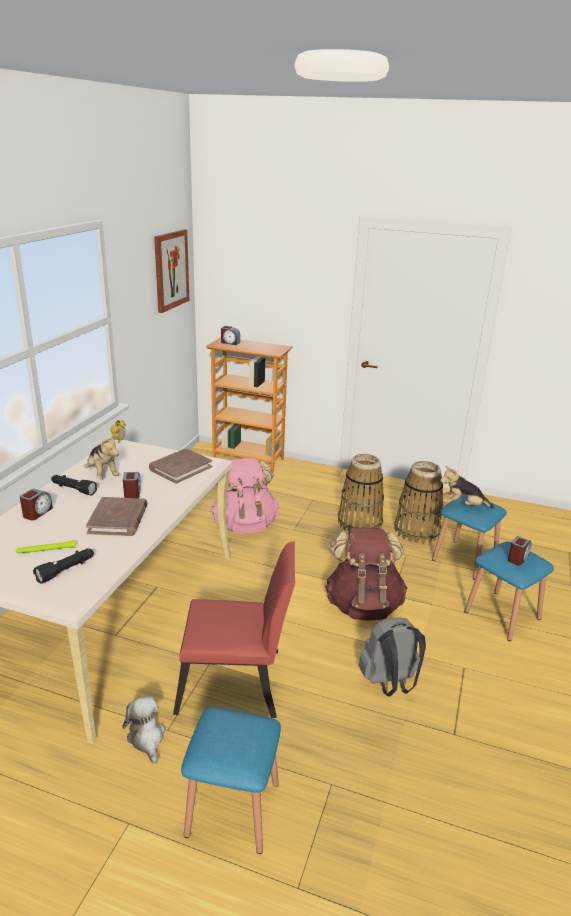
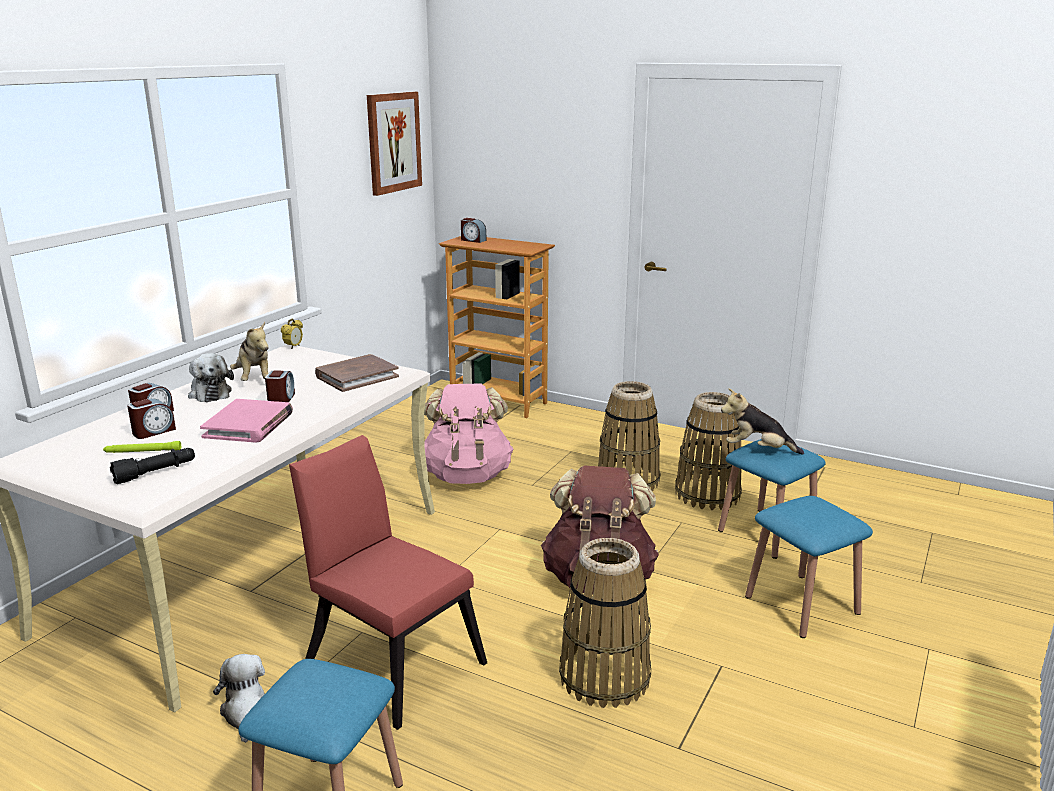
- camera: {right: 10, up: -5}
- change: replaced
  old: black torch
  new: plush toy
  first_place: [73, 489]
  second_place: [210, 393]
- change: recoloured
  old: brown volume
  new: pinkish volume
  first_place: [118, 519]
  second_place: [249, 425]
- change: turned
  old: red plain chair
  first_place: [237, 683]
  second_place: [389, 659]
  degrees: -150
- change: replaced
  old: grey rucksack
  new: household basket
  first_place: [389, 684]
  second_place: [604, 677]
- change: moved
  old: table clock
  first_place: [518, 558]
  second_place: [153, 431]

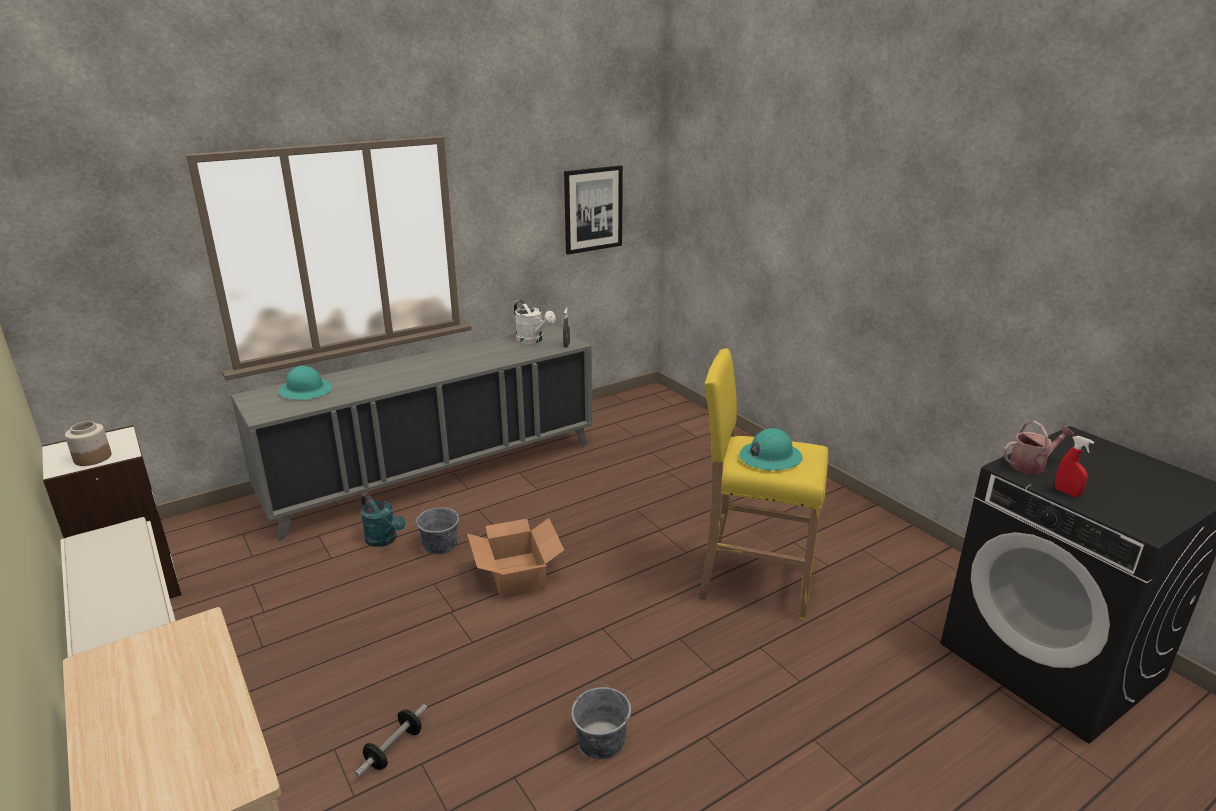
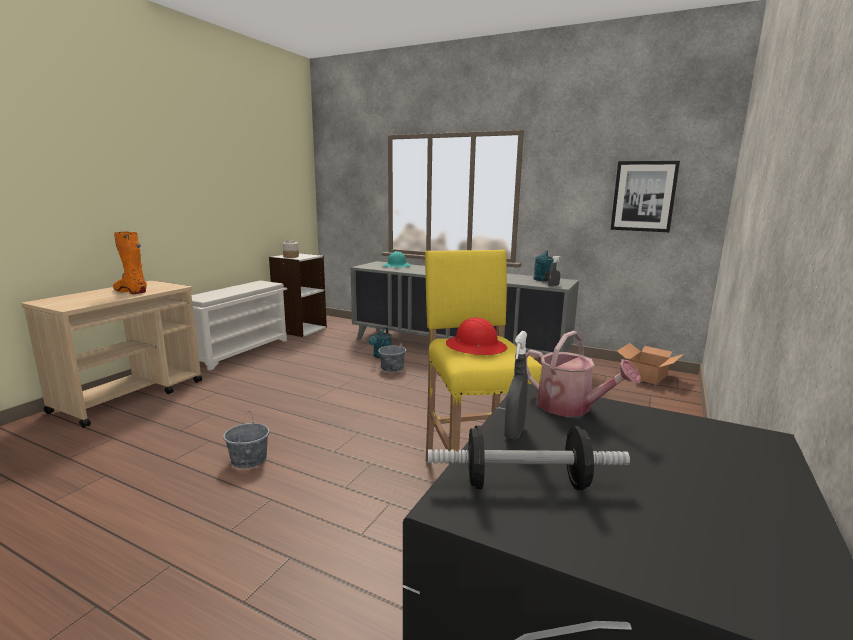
- camera: {right: 60, up: -10}
- change: moved
  old: dumbbell
  first_place: [394, 749]
  second_place: [525, 484]
- change: moved
  old: cardboard box
  first_place: [517, 573]
  second_place: [647, 375]
- change: recoloured
  old: whitish watering pot
  new: turquoise-coloured watering pot
  first_place: [533, 340]
  second_place: [543, 280]
- change: recoloured
  old: turquoise-coloured work helmet
  new: red work helmet
  first_place: [770, 457]
  second_place: [476, 347]
- change: recoloured
  old: red spray bottle
  new: grey spray bottle
  first_place: [1066, 492]
  second_place: [514, 432]
- change: added
  new: orangey boot
  second_place: [130, 291]

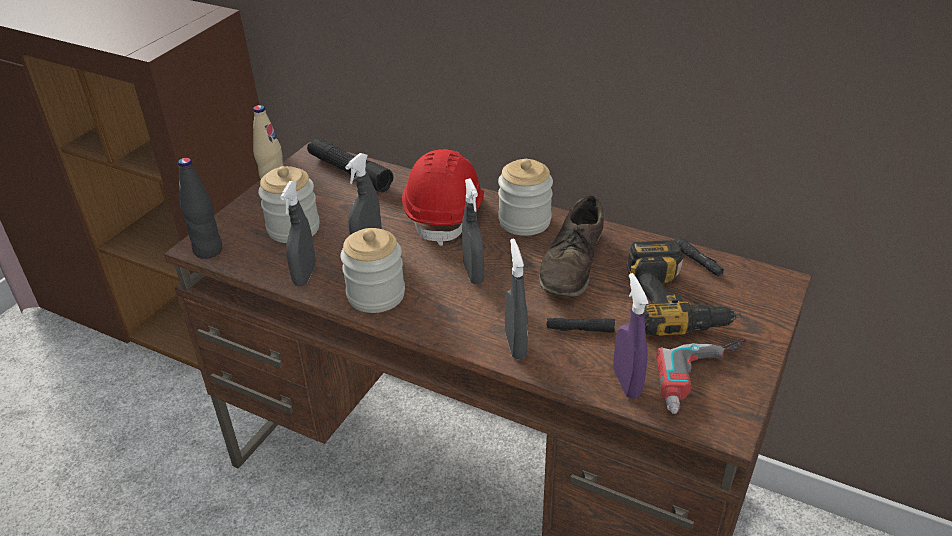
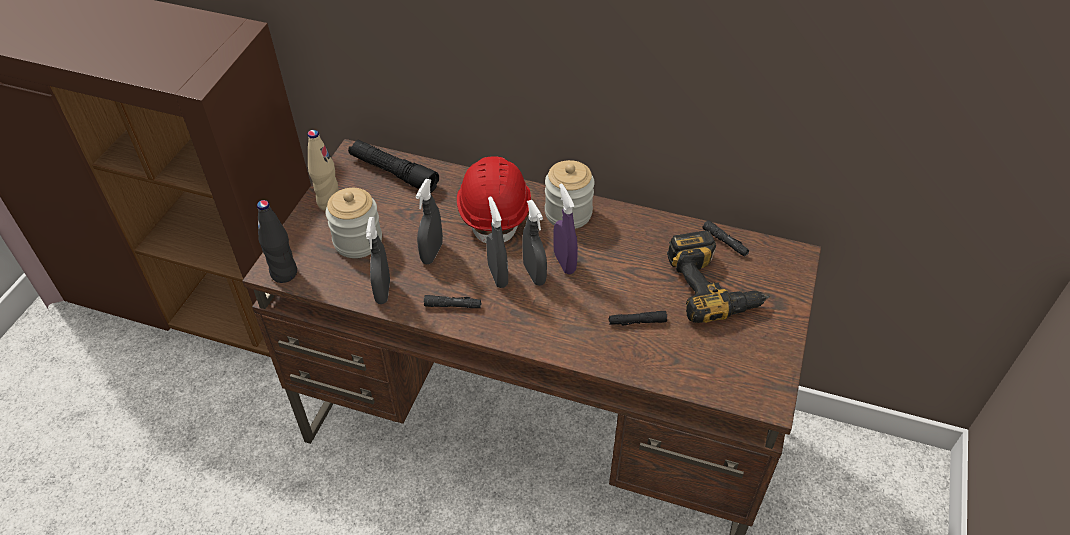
- camera: {right: -10, up: 10}
- change: replaced
  old: jar
  new: black torch
  first_place: [376, 295]
  second_place: [453, 305]
- change: moved
  old: grey spray bottle
  first_place: [515, 345]
  second_place: [498, 276]
- change: removed
  old: brown item of footwear
  first_place: [572, 263]
- change: moved
  old: purplish spray bottle
  first_place: [626, 383]
  second_place: [564, 262]
- change: removed
  old: power drill
  first_place: [706, 381]

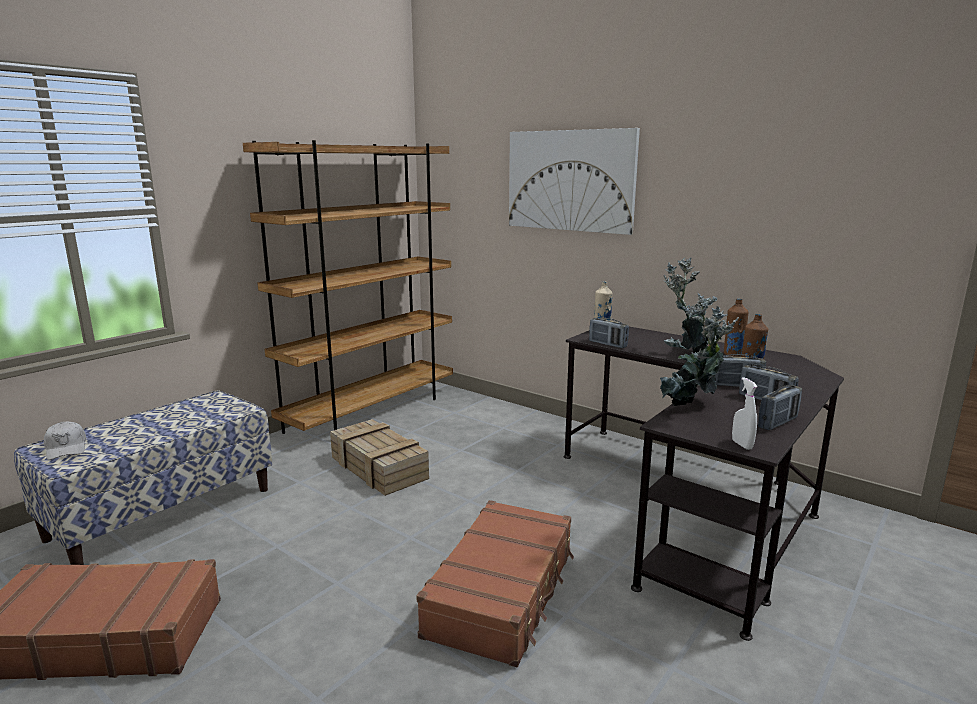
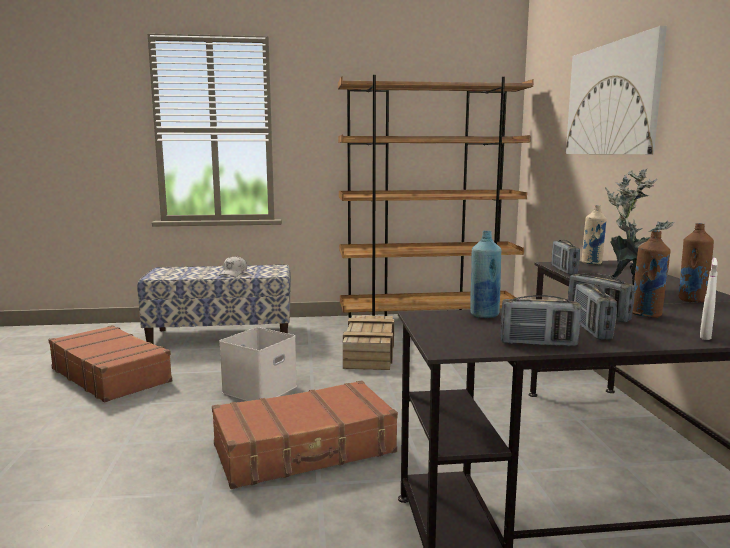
- camera: {right: 45, up: -5}
- change: moved
  old: whitish baseball cap
  first_place: [66, 448]
  second_place: [233, 273]
- change: replaced
  old: potted plant
  new: blue bottle
  first_place: [690, 408]
  second_place: [484, 315]
- change: moved
  old: whitish spray bottle
  first_place: [742, 445]
  second_place: [705, 336]
- change: added
  new: whitish storage box
  second_place: [259, 389]

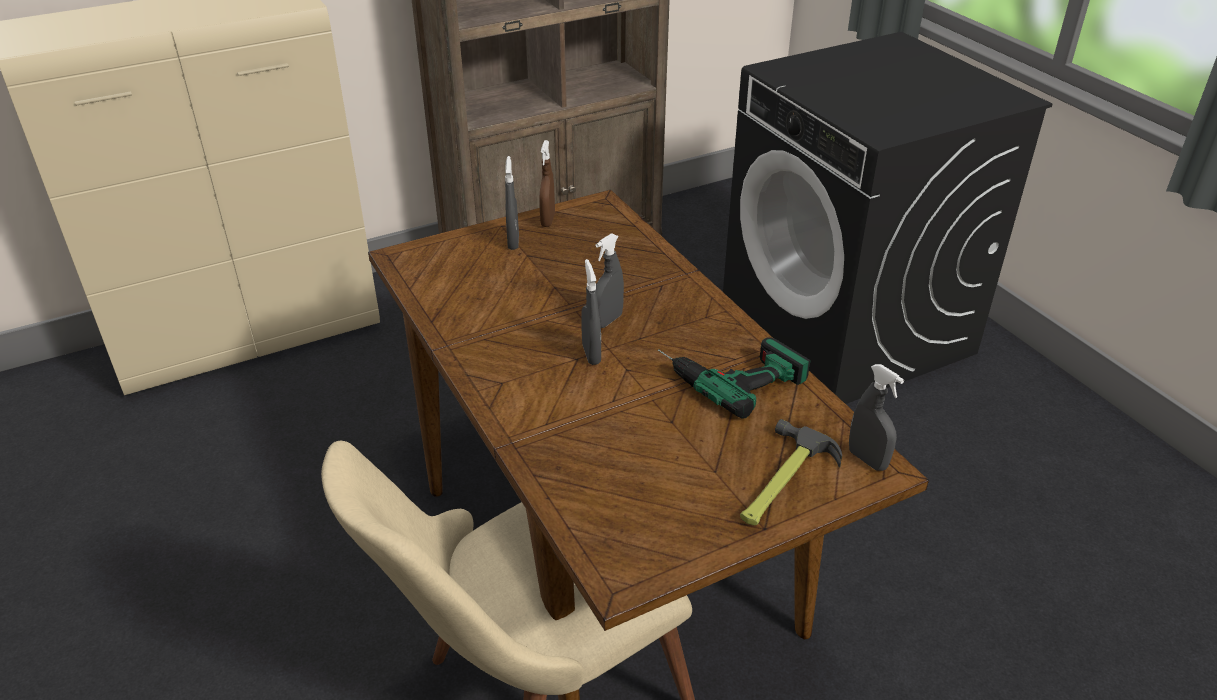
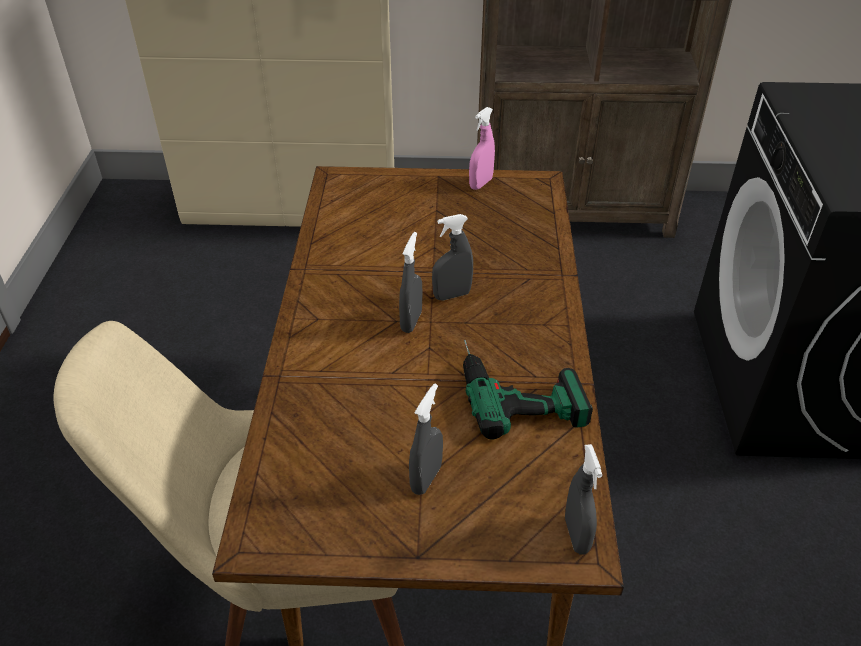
- camera: {right: 30, up: 5}
- change: moved
  old: grey spray bottle
  first_place: [513, 242]
  second_place: [426, 478]
- change: recoloured
  old: brown spray bottle
  new: pinkish spray bottle
  first_place: [548, 220]
  second_place: [481, 183]
- change: removed
  old: tool hammer
  first_place: [781, 482]

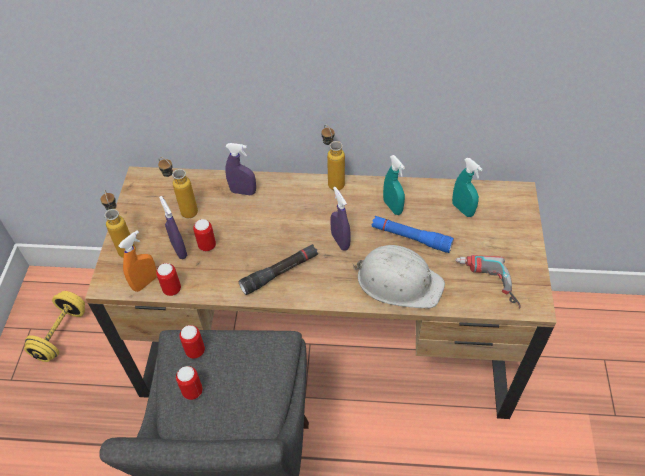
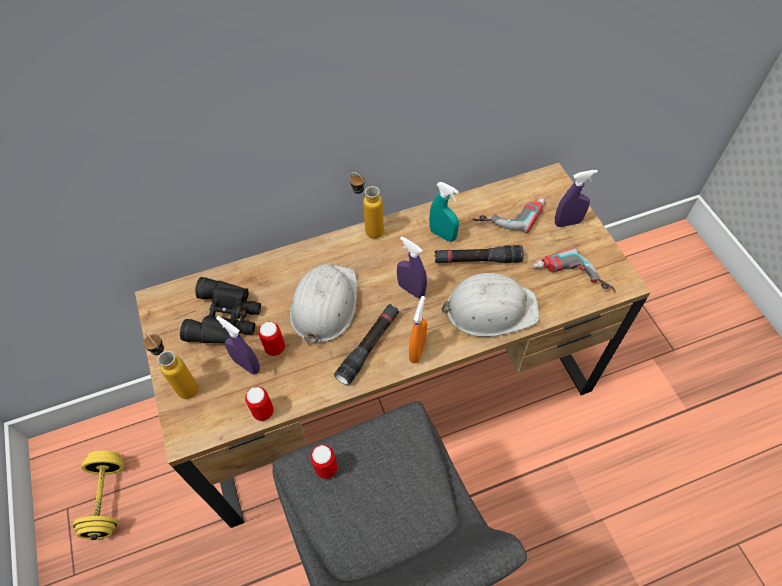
- camera: {right: -25, up: 5}
- change: moved
  old: orangey spray bottle
  first_place: [145, 282]
  second_place: [417, 350]
- change: replaced
  old: bottle
  new: black field glasses
  first_place: [184, 209]
  second_place: [226, 317]
- change: removed
  old: can
  first_place: [192, 391]
- change: moved
  old: purplish spray bottle
  first_place: [243, 192]
  second_place: [567, 222]
- change: recoloured
  old: blue torch
  new: black torch
  first_place: [411, 238]
  second_place: [477, 260]
- change: replaced
  old: turquoise-coloured spray bottle
  new: power drill
  first_place: [462, 209]
  second_place: [509, 213]
- change: added
  new: whitish work helmet
  second_place: [324, 304]

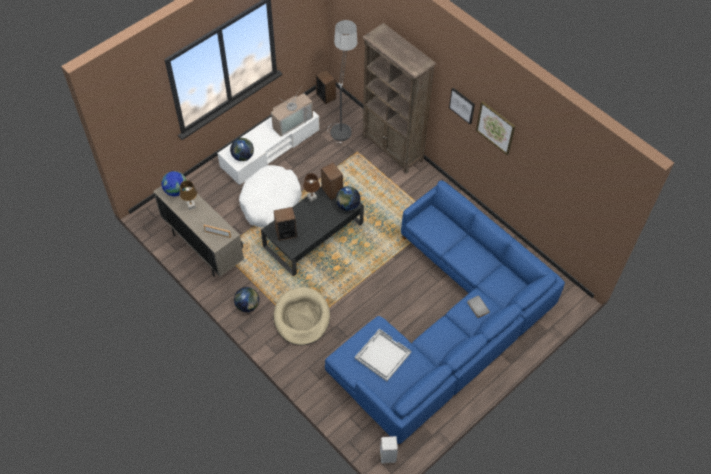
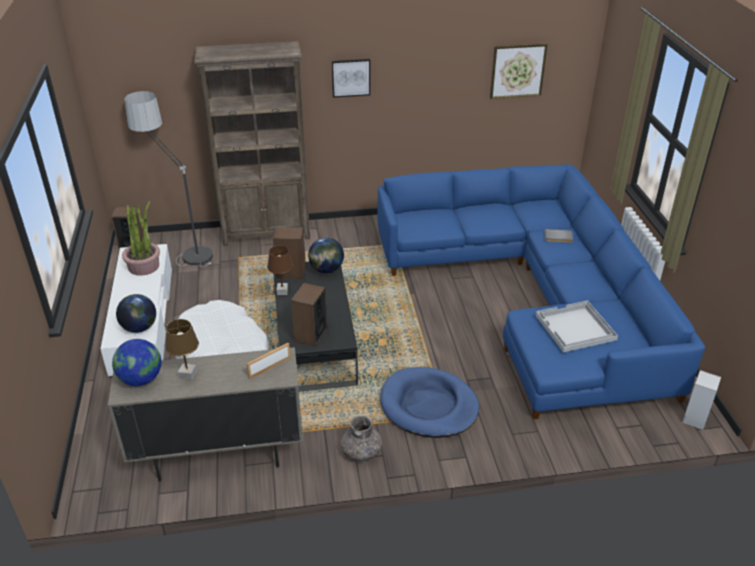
- camera: {right: -55, up: -20}
- change: replaced
  old: globe
  new: grey decorative vase
  first_place: [247, 305]
  second_place: [361, 451]
- change: replaced
  old: TV set
  new: potted plant
  first_place: [291, 121]
  second_place: [144, 266]
- change: recoloured
  old: sand-coloured pet bed
  new: blue pet bed
  first_place: [302, 318]
  second_place: [428, 406]
- change: moved
  old: picture
  first_place: [495, 127]
  second_place: [517, 71]

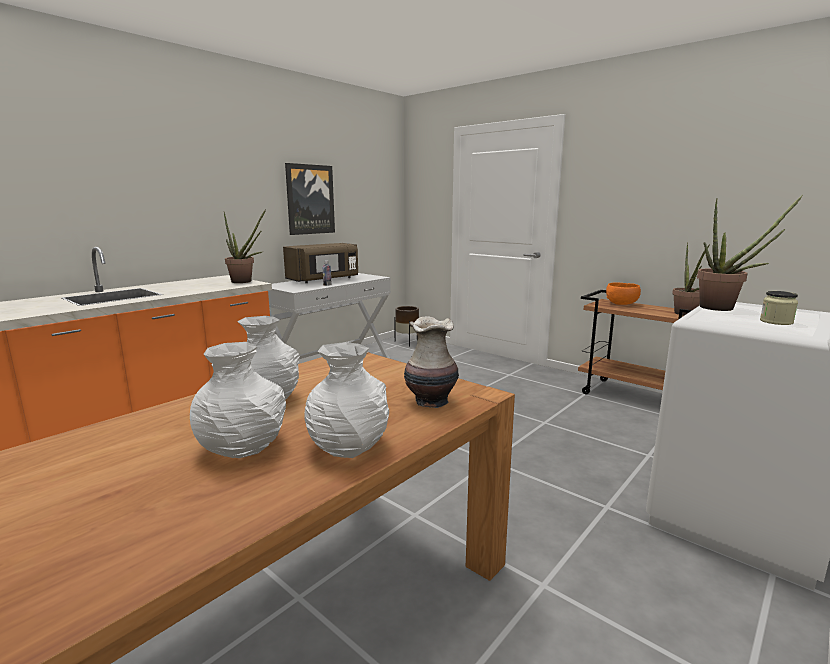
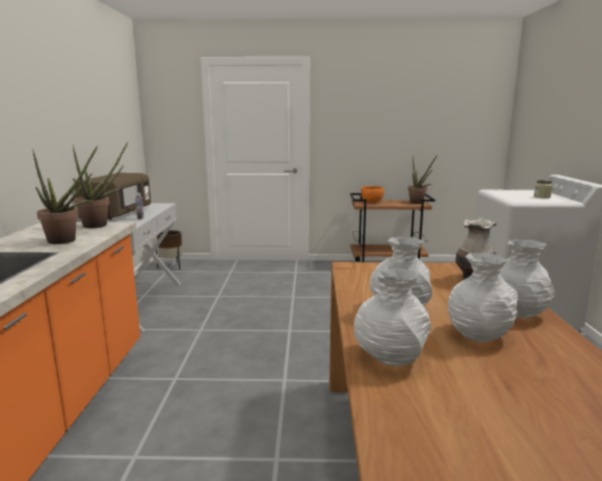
- camera: {right: -40, up: 0}
- change: removed
  old: picture
  first_place: [310, 199]
- change: moved
  old: potted plant
  first_place: [724, 308]
  second_place: [68, 240]
- change: added
  new: whitish decorative vase
  second_place: [389, 355]

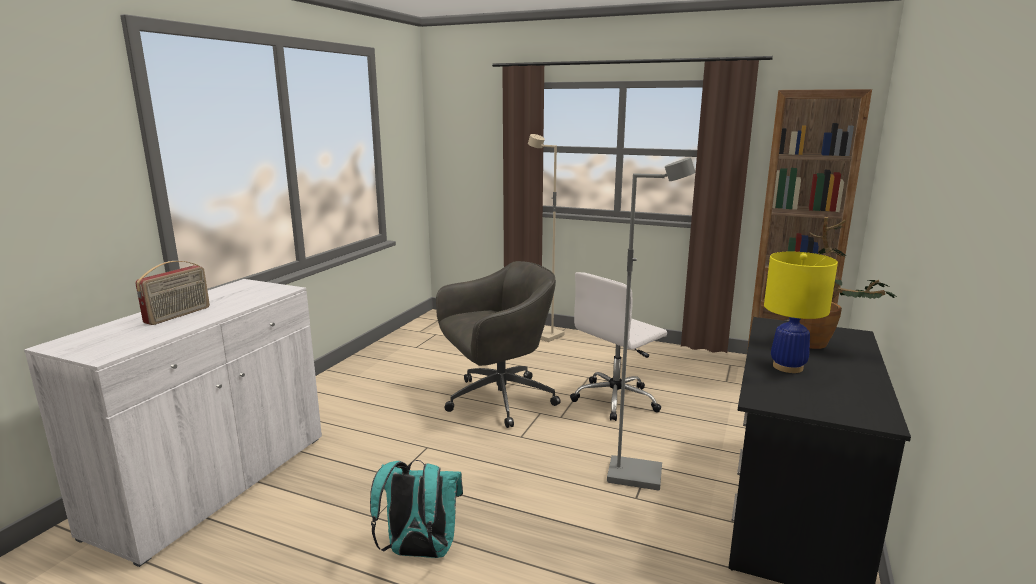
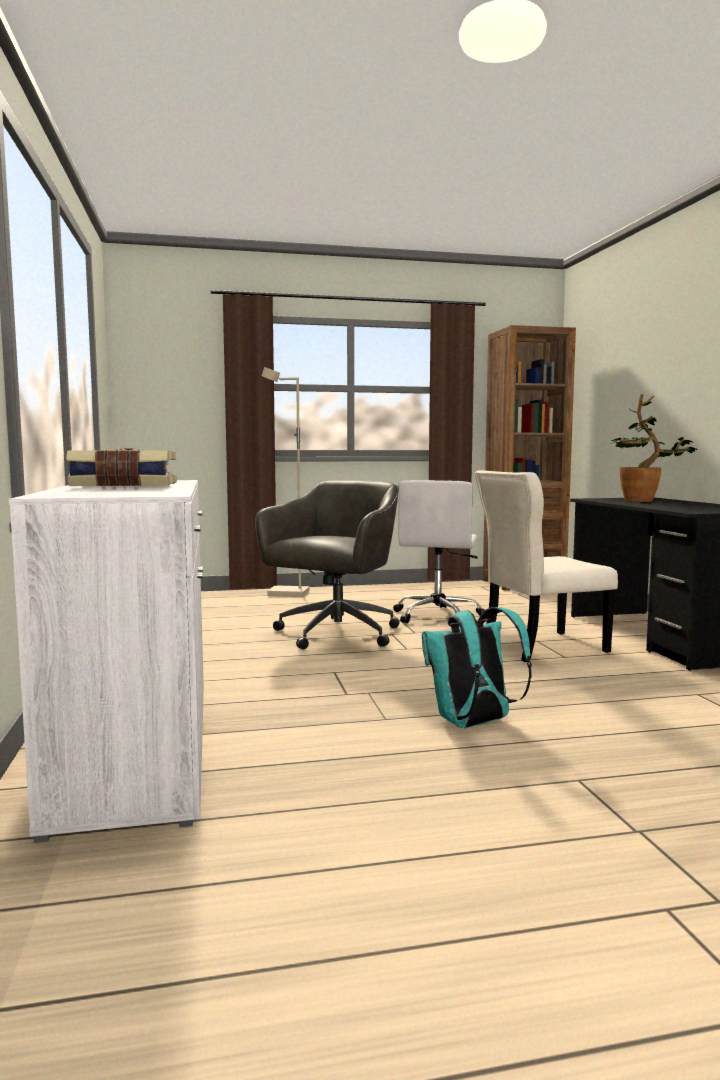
- camera: {right: -35, up: -10}
- change: replaced
  old: radio
  new: volume
  first_place: [178, 315]
  second_place: [124, 486]
- change: replaced
  old: grey floor lamp
  new: sand-coloured plain chair
  first_place: [635, 475]
  second_place: [539, 647]
- change: removed
  old: yellowish lamp for a table
  first_place: [787, 367]

